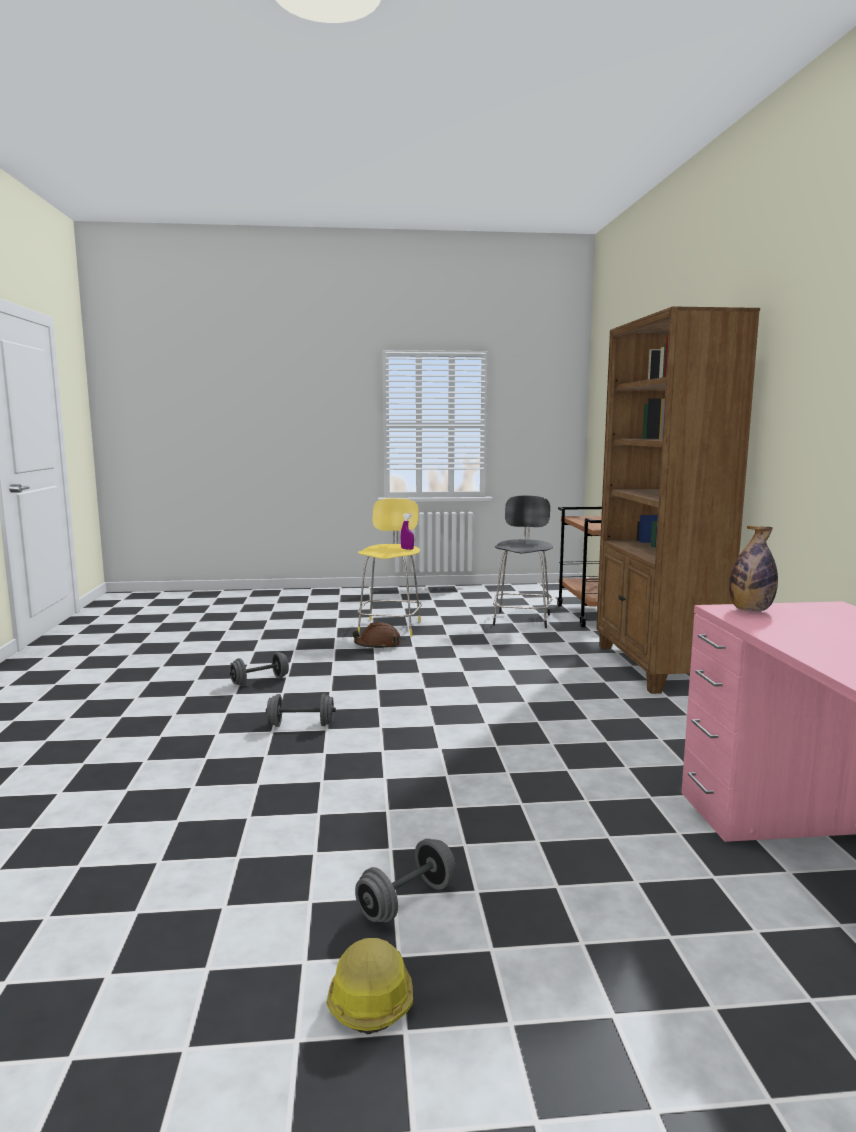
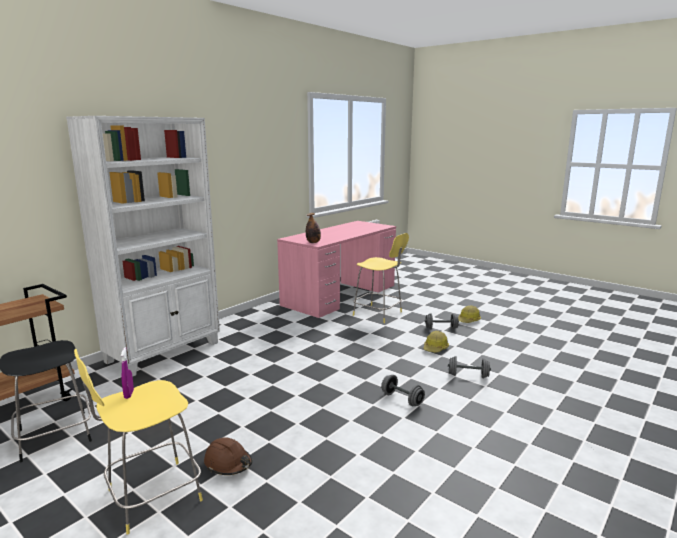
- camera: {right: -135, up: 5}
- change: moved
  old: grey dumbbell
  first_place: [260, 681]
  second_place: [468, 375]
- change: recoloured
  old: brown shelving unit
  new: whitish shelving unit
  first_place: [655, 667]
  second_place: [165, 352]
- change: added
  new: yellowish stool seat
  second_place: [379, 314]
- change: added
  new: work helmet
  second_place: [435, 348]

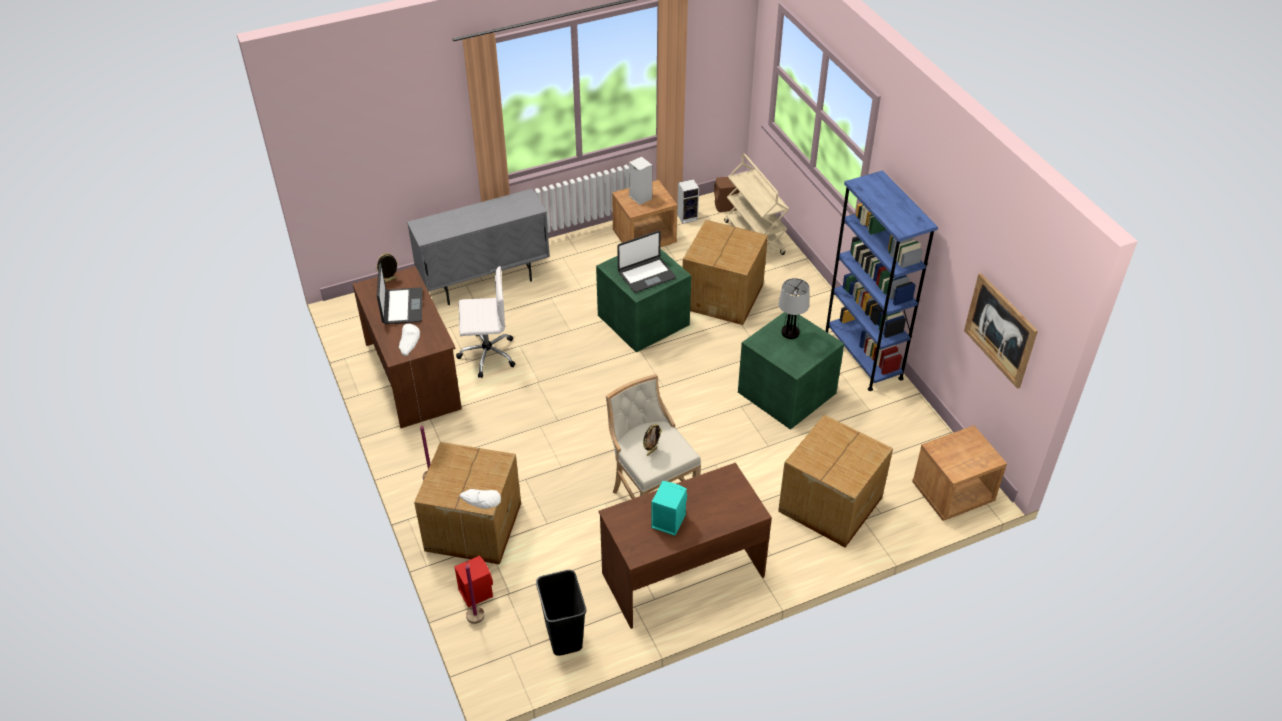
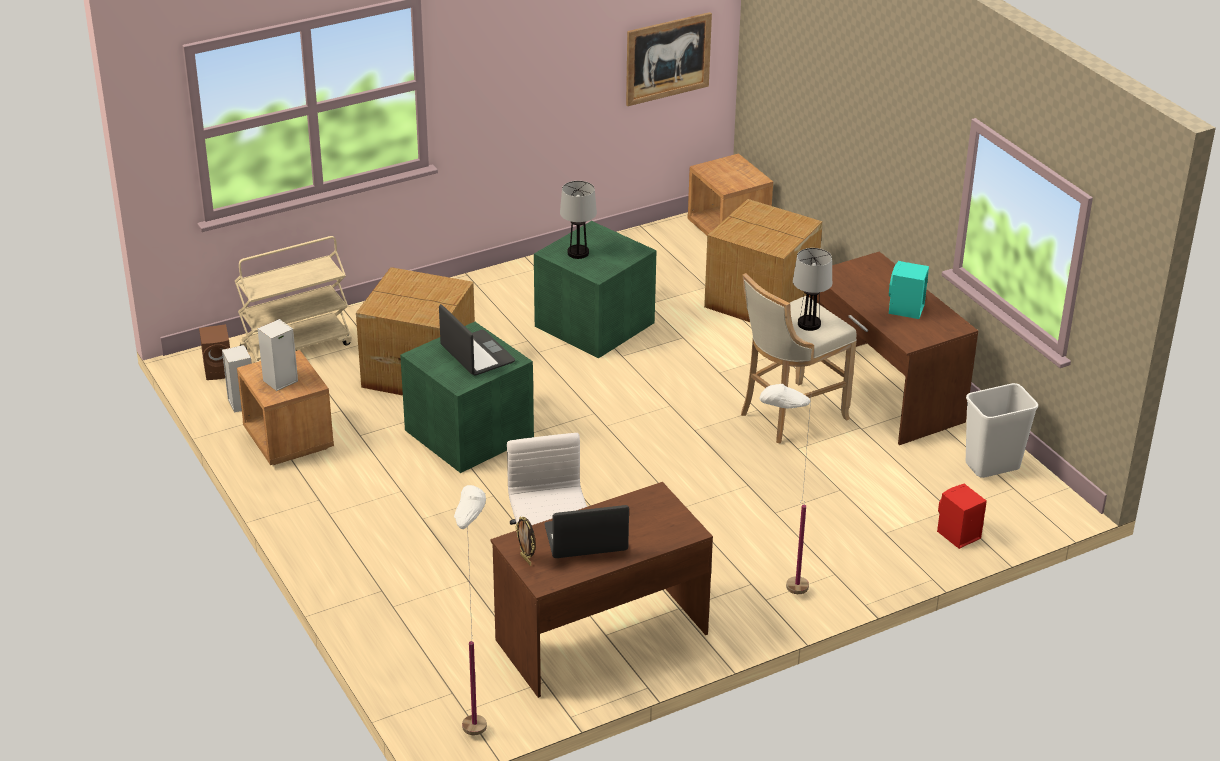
- camera: {right: -95, up: -10}
- change: removed
  old: grey cupboard
  first_place: [485, 282]
- change: removed
  old: cardboard box
  first_place: [472, 527]
- change: moved
  old: whitish floor lamp
  first_place: [491, 620]
  second_place: [476, 717]
- change: recoloured
  old: black waste bin
  new: whitish waste bin
  first_place: [563, 636]
  second_place: [992, 466]
- change: replaced
  old: photo frame
  new: lamp for a table
  first_place: [651, 451]
  second_place: [808, 324]
- change: removed
  old: blue shelving unit
  first_place: [862, 356]

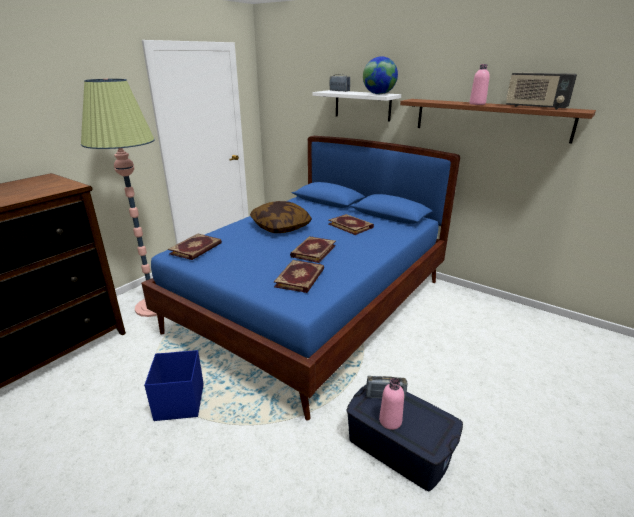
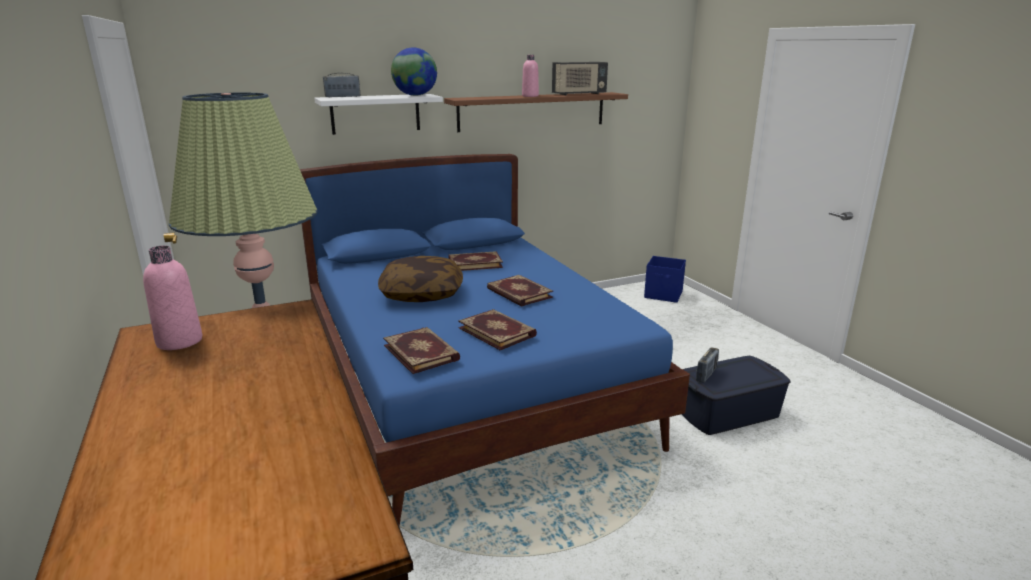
- camera: {right: -60, up: -5}
- change: moved
  old: blue storage box
  first_place: [179, 403]
  second_place: [664, 295]
- change: moved
  old: volume
  first_place: [300, 278]
  second_place: [497, 331]
- change: moved
  old: pinkish bottle
  first_place: [390, 421]
  second_place: [179, 341]

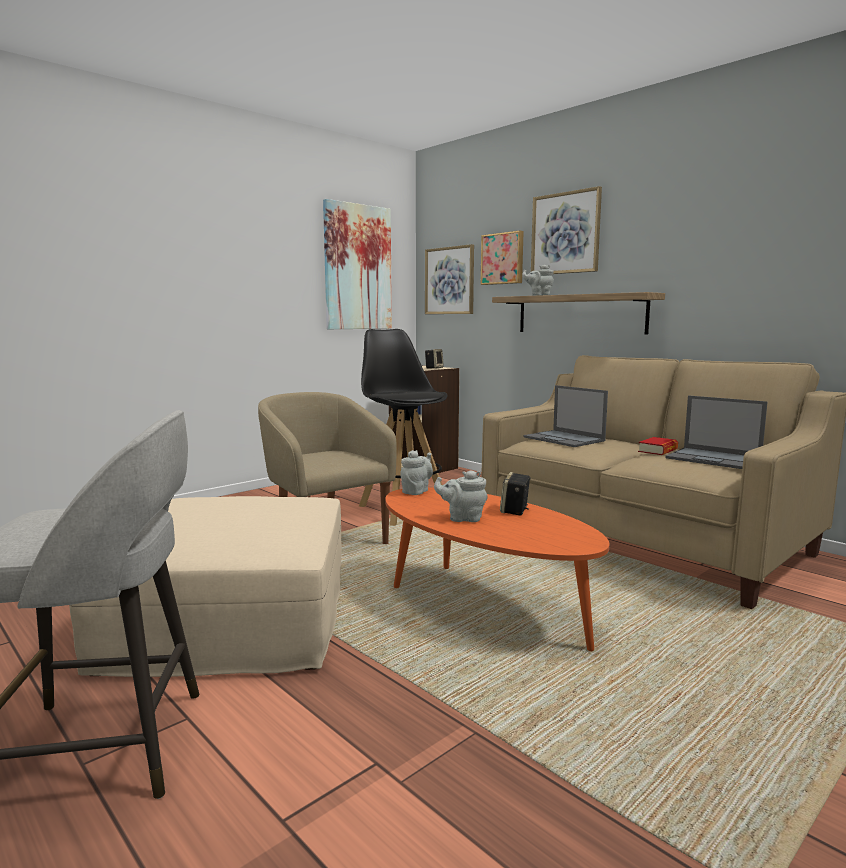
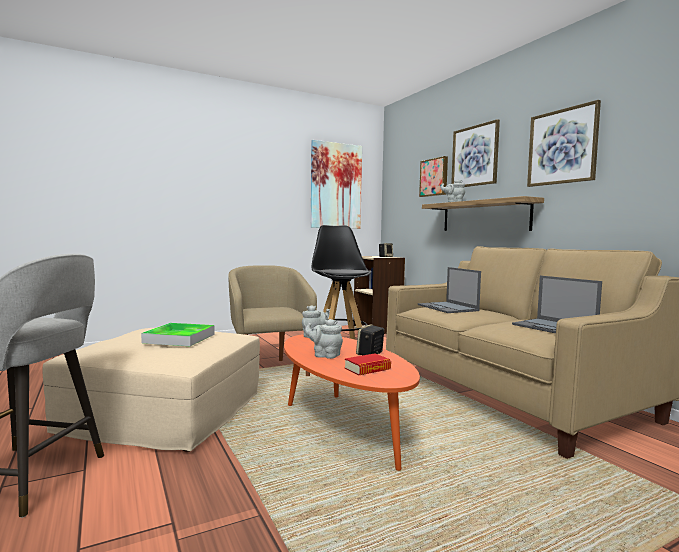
- camera: {right: 15, up: -5}
- change: moved
  old: picture
  first_place: [449, 281]
  second_place: [562, 147]
- change: moved
  old: volume
  first_place: [658, 450]
  second_place: [367, 369]
- change: added
  new: tray
  second_place: [179, 338]

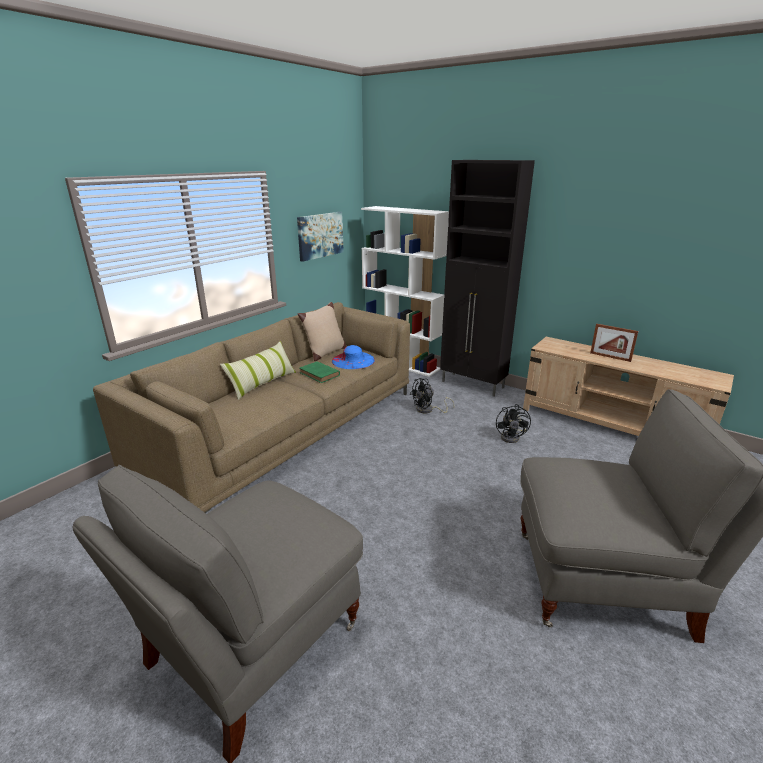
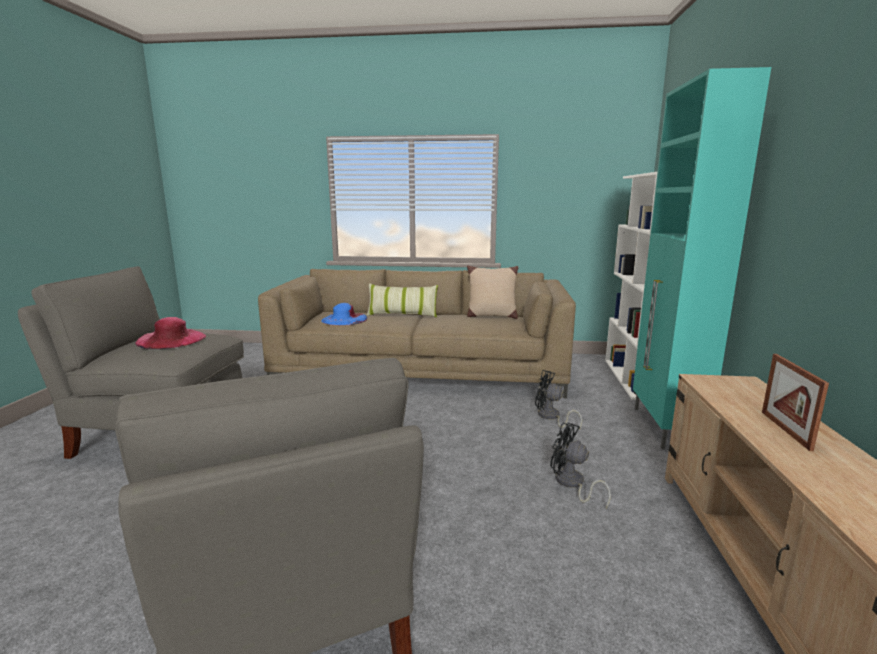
- camera: {right: 60, up: -10}
- change: removed
  old: picture
  first_place: [320, 235]
- change: removed
  old: greenish volume
  first_place: [320, 374]
- change: moved
  old: blue hat
  first_place: [353, 360]
  second_place: [344, 319]
- change: recoloured
  old: black cupboard
  new: turquoise-coloured cupboard
  first_place: [473, 385]
  second_place: [665, 428]
- change: turned
  old: black electric fan
  first_place: [512, 437]
  second_place: [571, 484]
  degrees: 60
- change: added
  new: pinkish hat
  second_place: [171, 339]

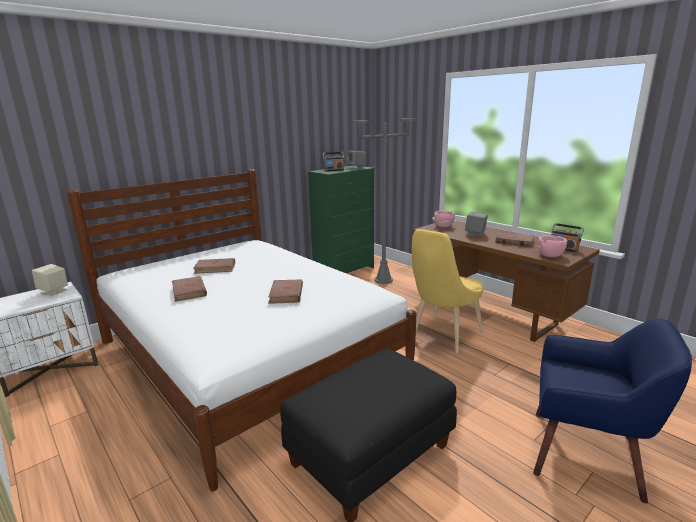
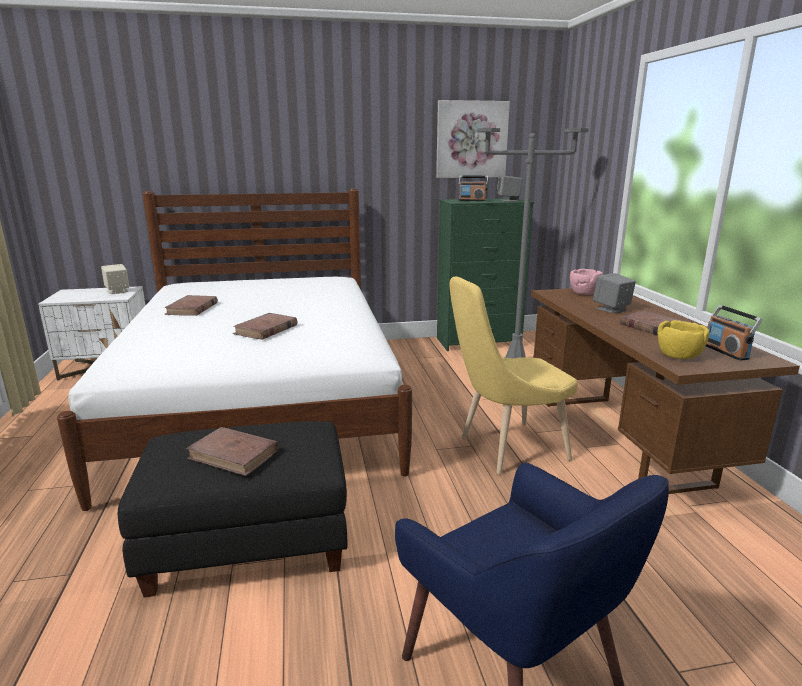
- camera: {right: 30, up: 0}
- change: moved
  old: brown volume
  first_place: [215, 268]
  second_place: [234, 455]
- change: recoloured
  old: pinkish serving bowl
  new: yellowish serving bowl
  first_place: [550, 255]
  second_place: [679, 356]
- change: added
  new: picture
  second_place: [471, 140]

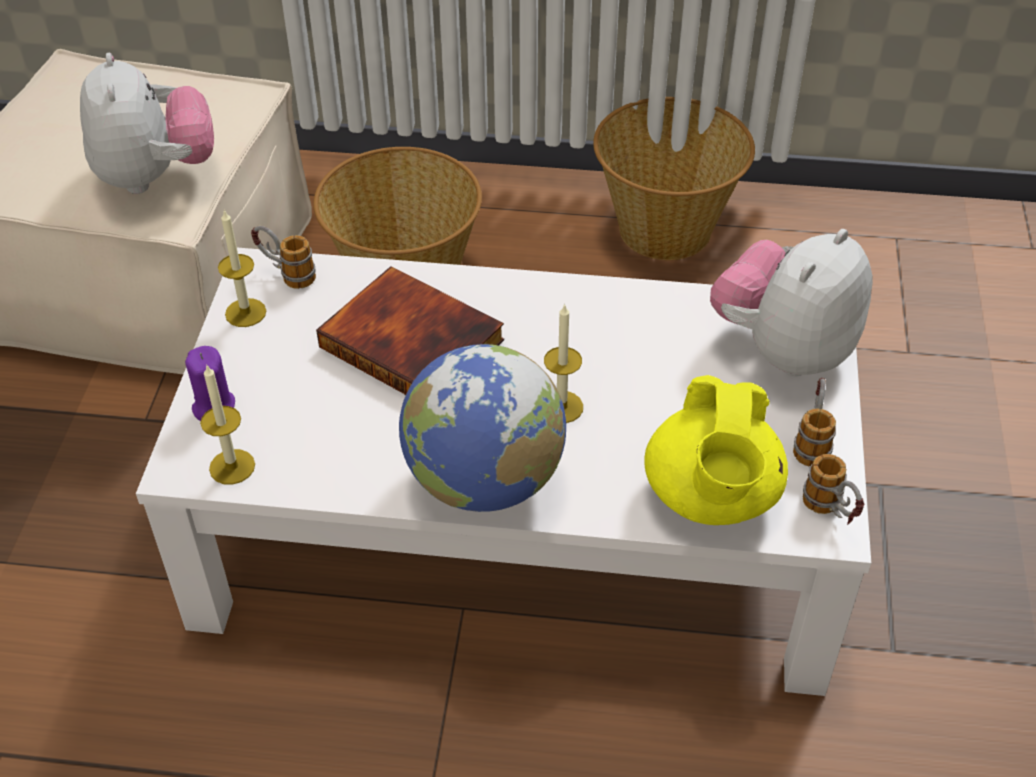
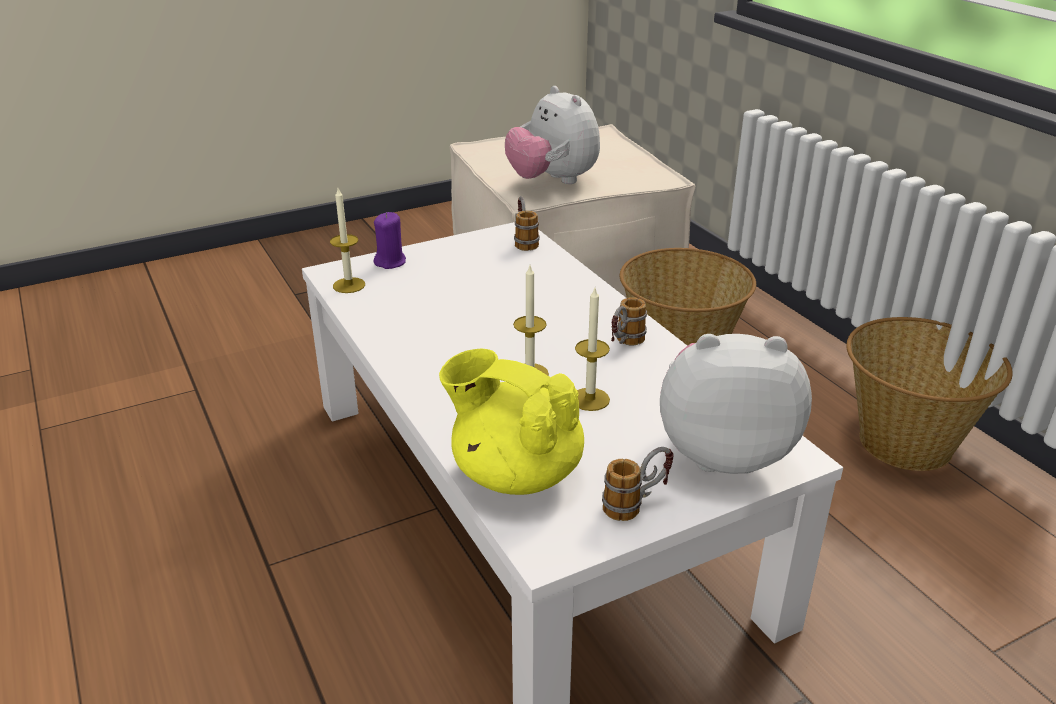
- camera: {right: 55, up: -15}
- change: turned
  old: plush toy
  first_place: [156, 176]
  second_place: [552, 181]
  degrees: 105
- change: moved
  old: wax light
  first_place: [245, 312]
  second_place: [590, 399]
- change: removed
  old: volume
  first_place: [414, 342]
- change: removed
  old: globe
  first_place: [484, 481]
- change: turned
  old: yellowish tea pot
  first_place: [711, 496]
  second_place: [515, 472]
  degrees: 60
- change: moved
  old: tea mug
  first_place: [831, 512]
  second_place: [624, 344]

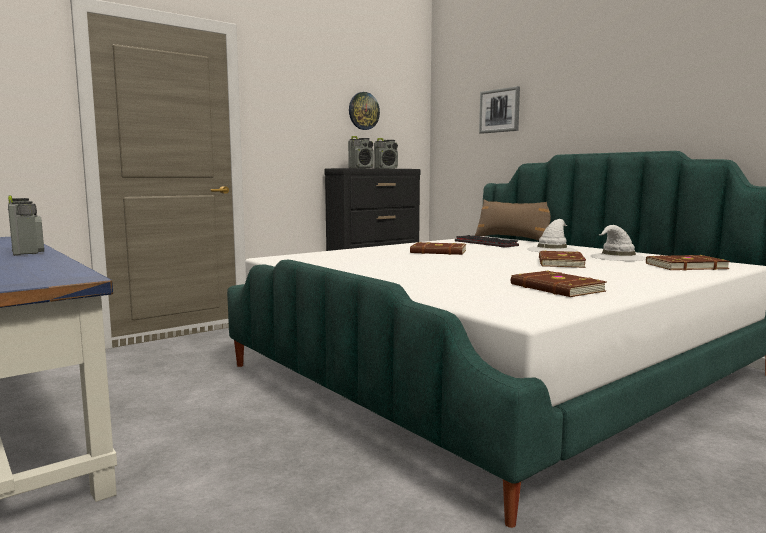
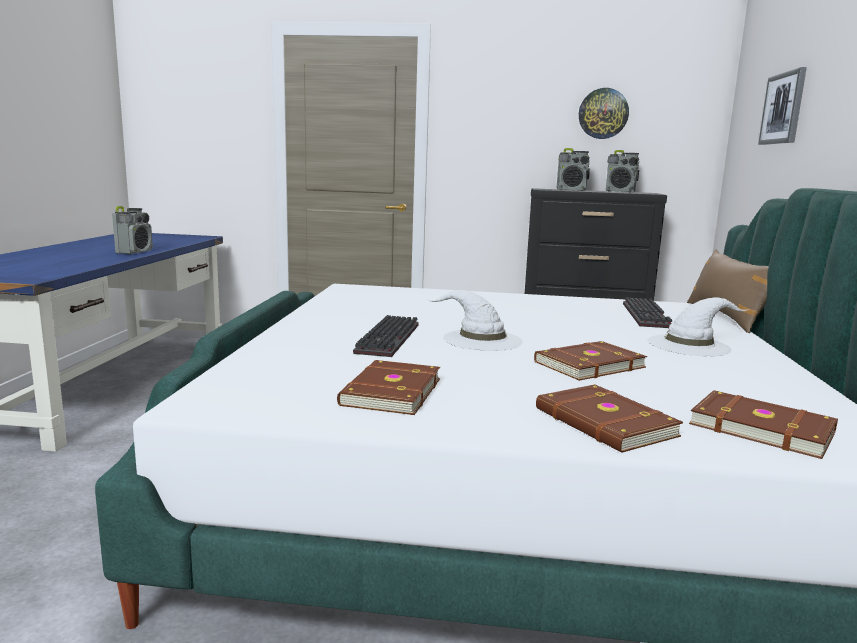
- camera: {right: 45, up: 5}
- change: moved
  old: brown volume
  first_place: [438, 252]
  second_place: [604, 423]
- change: moved
  old: whitish hat
  first_place: [618, 257]
  second_place: [481, 339]
- change: added
  new: keyboard
  second_place: [390, 339]

